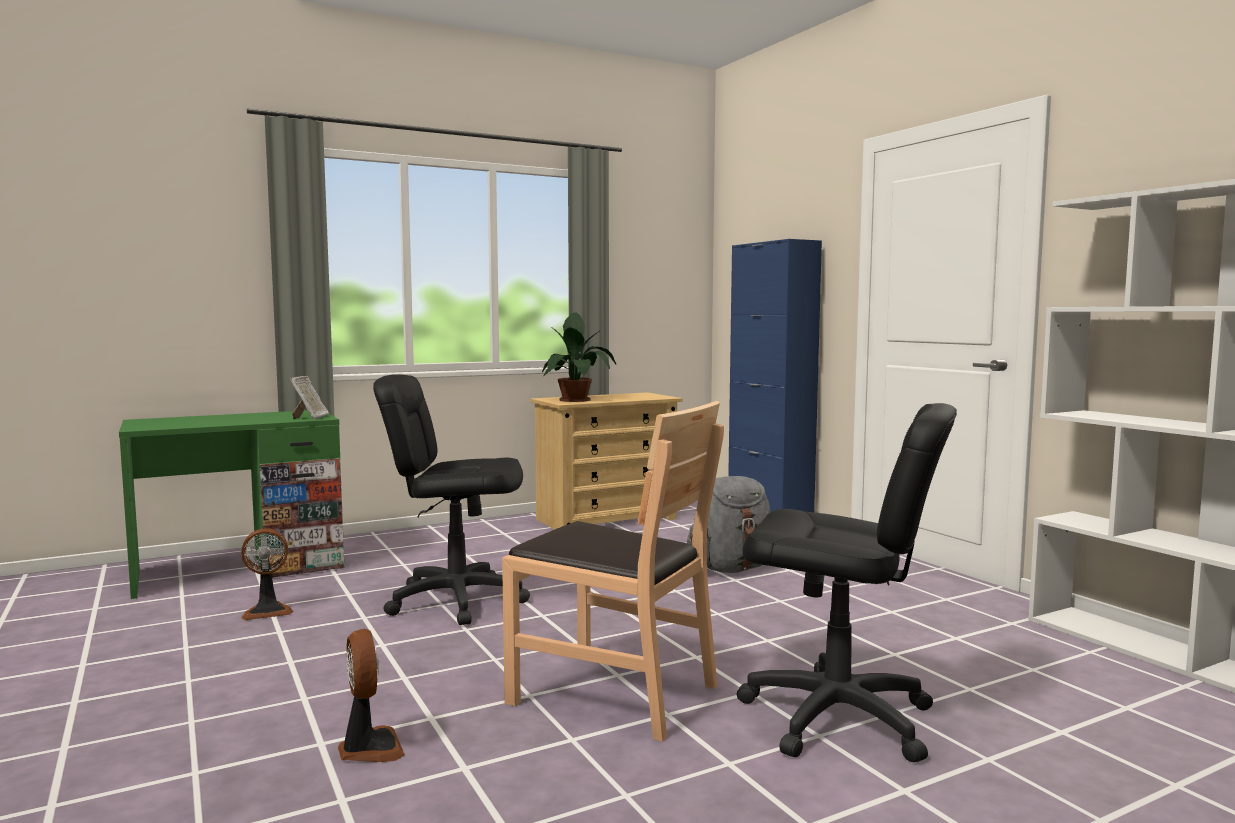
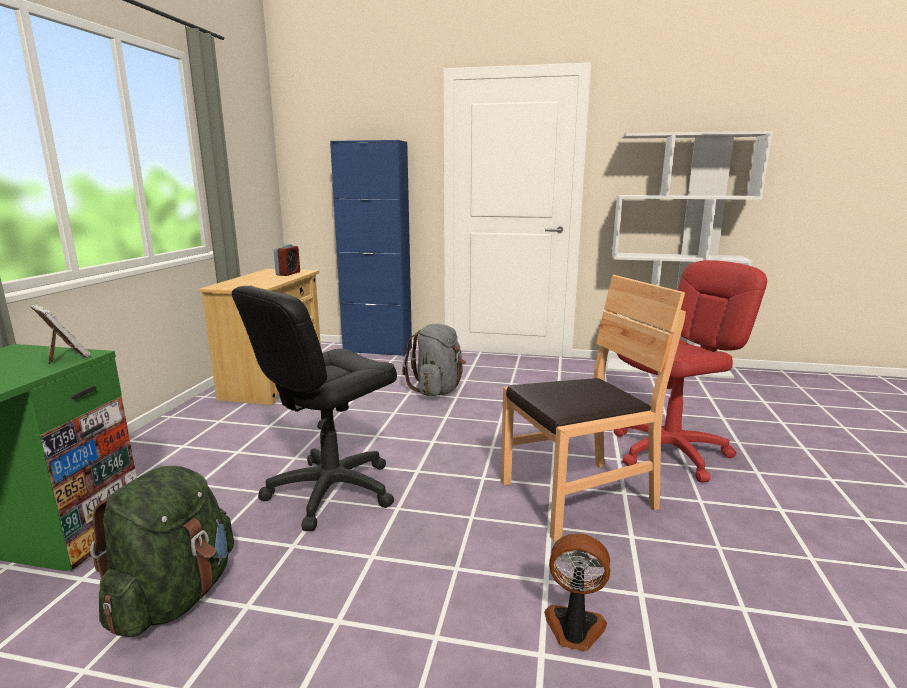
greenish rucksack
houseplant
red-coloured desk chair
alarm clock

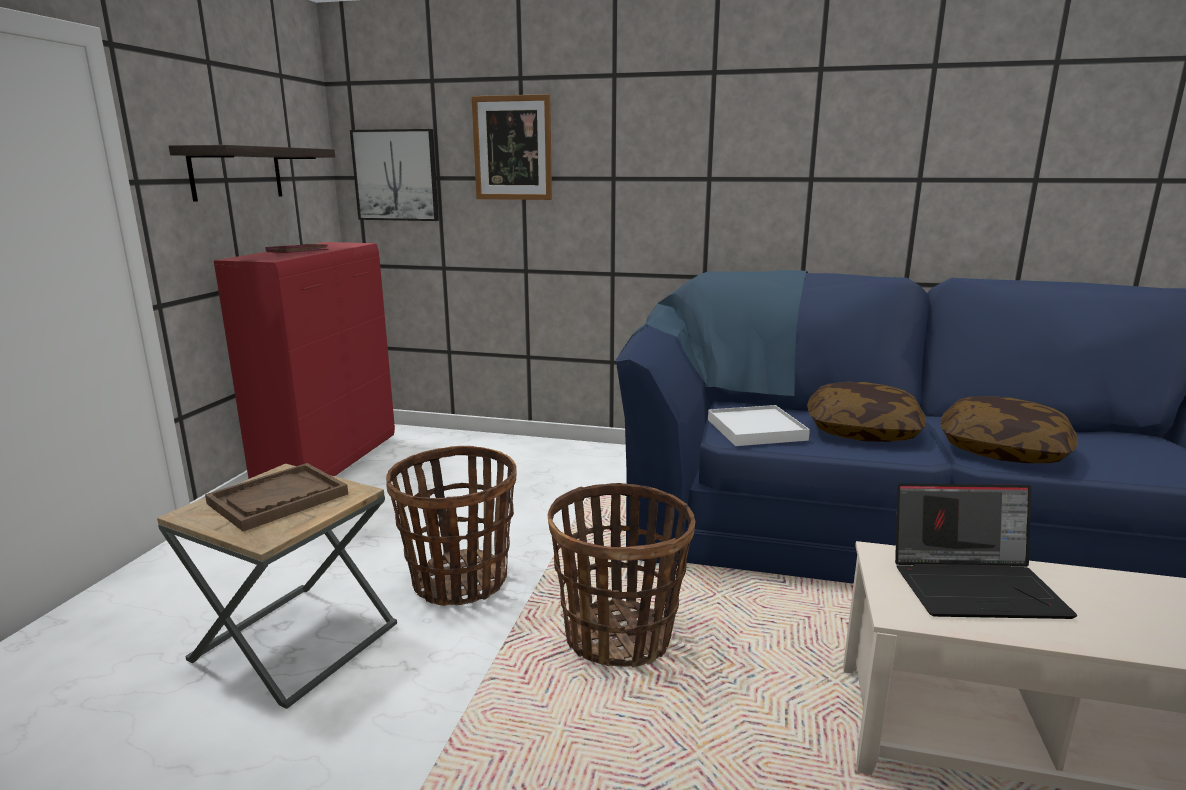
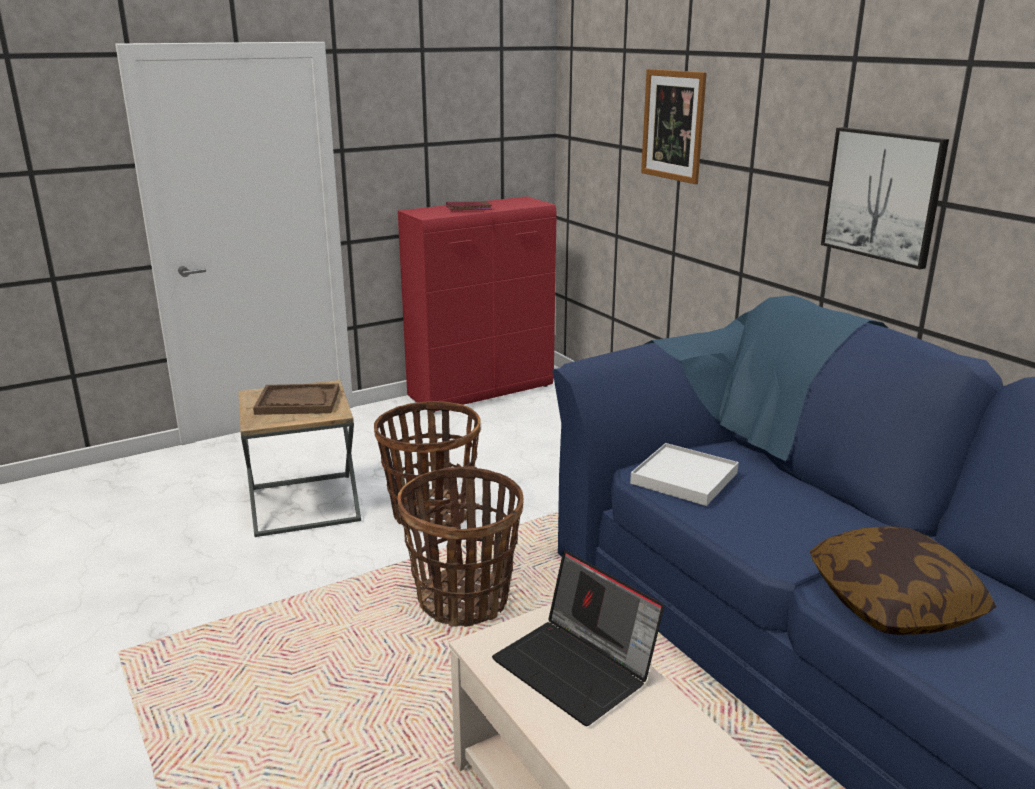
bracket shelf
picture (no. 2 from left)
pillow (no. 1 from left in the first image)

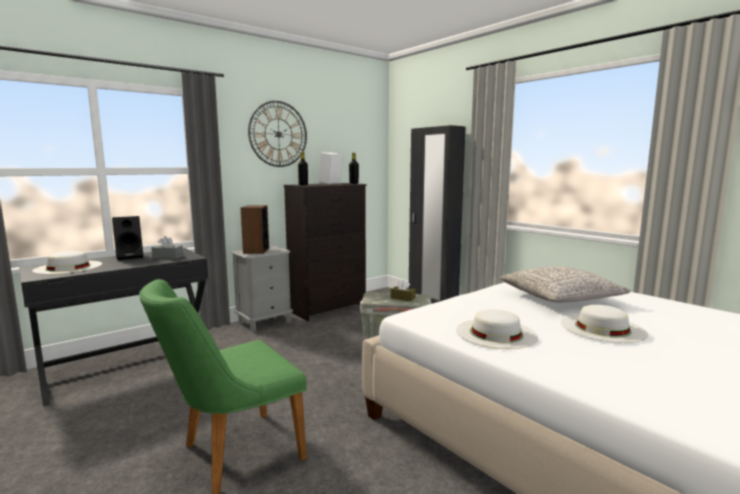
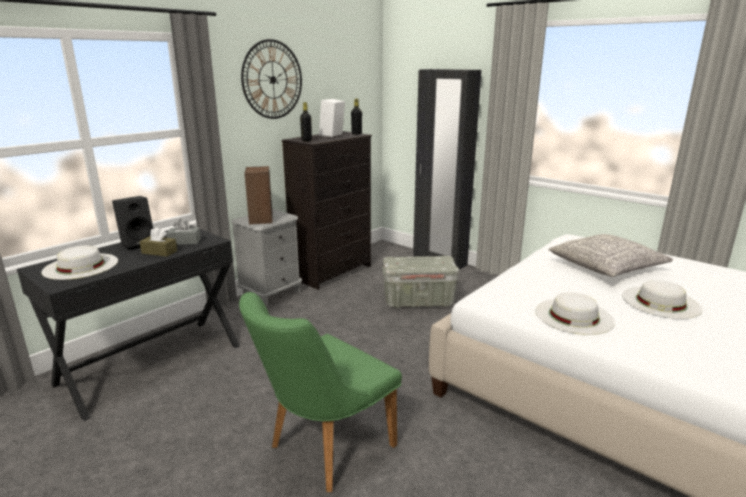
brownish tissue holder

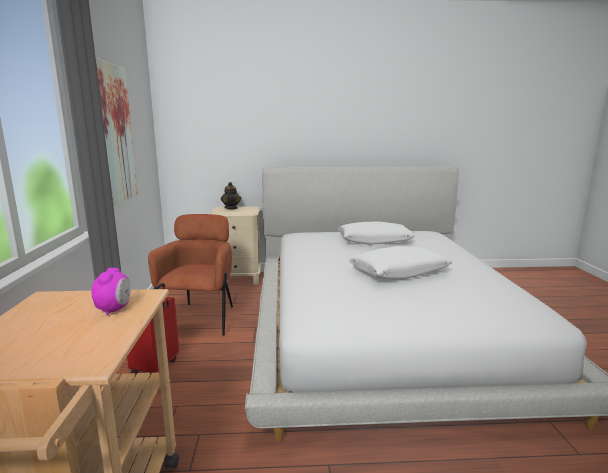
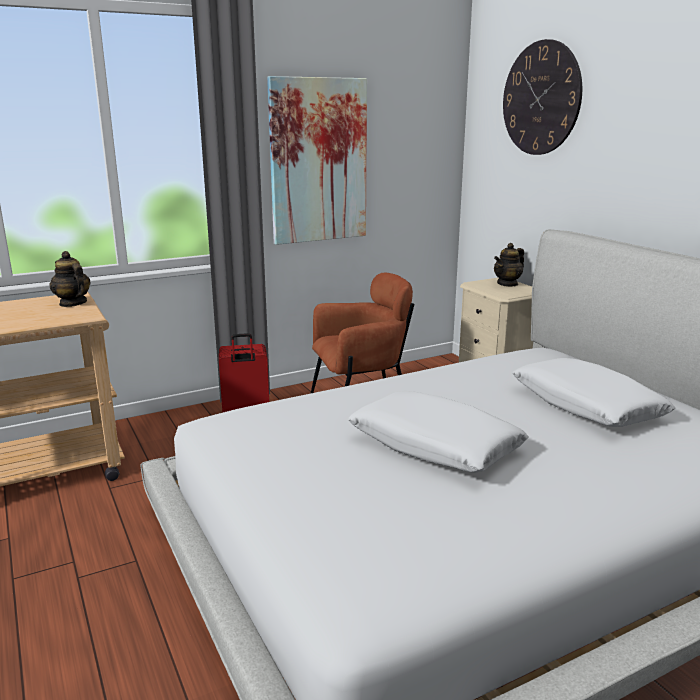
alarm clock
pot for tea (no. 1 from left)
wall clock

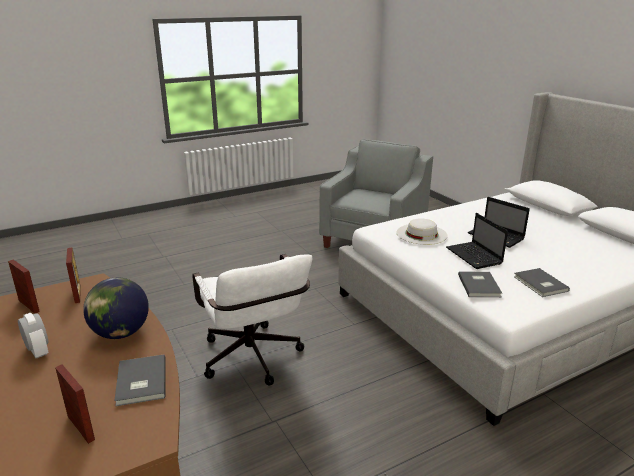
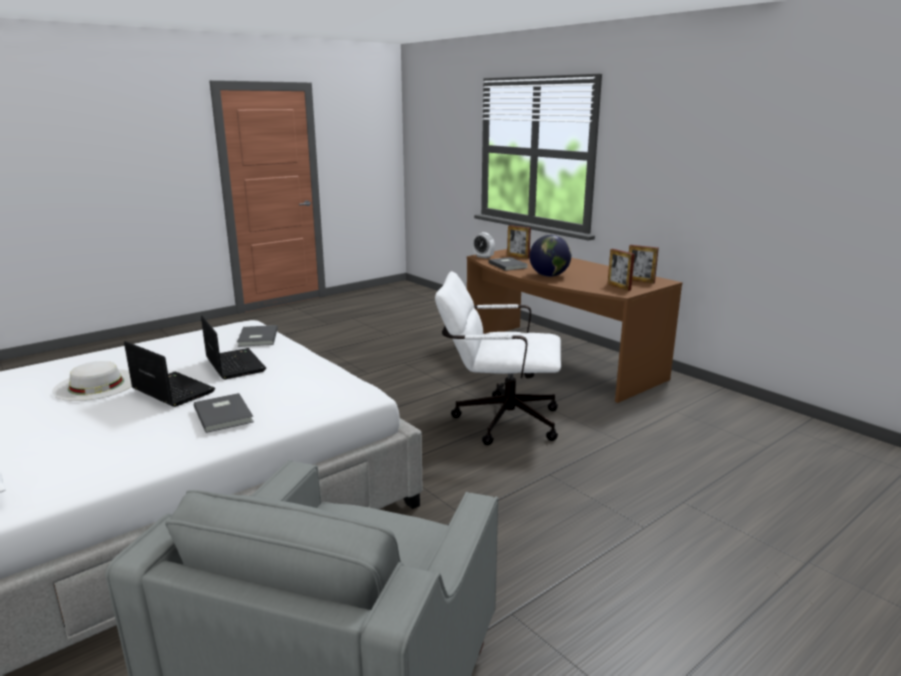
alarm clock
white desk chair
white hat
greyish volume (no. 1 from left)

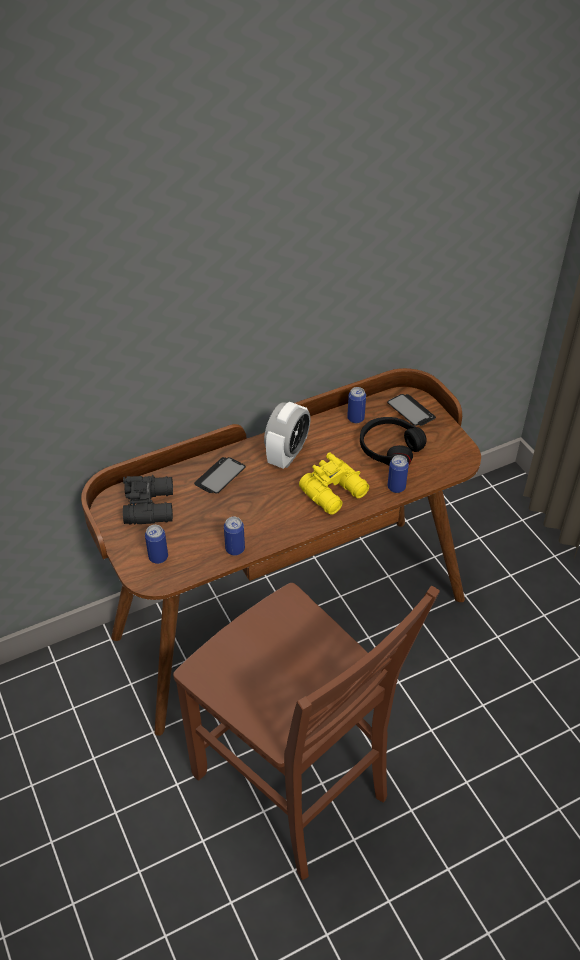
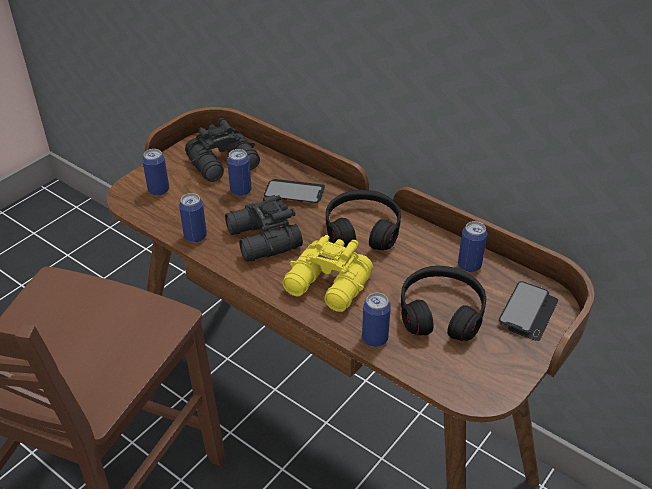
blackish pair of headphones (no. 1 from left)
blackish pair of binoculars (no. 2 from left)
metal can (no. 3 from left)

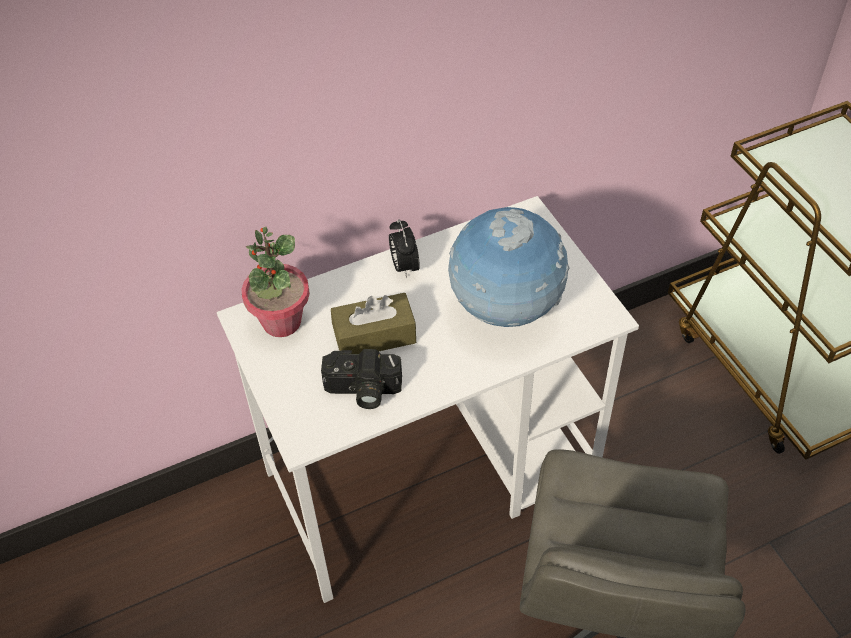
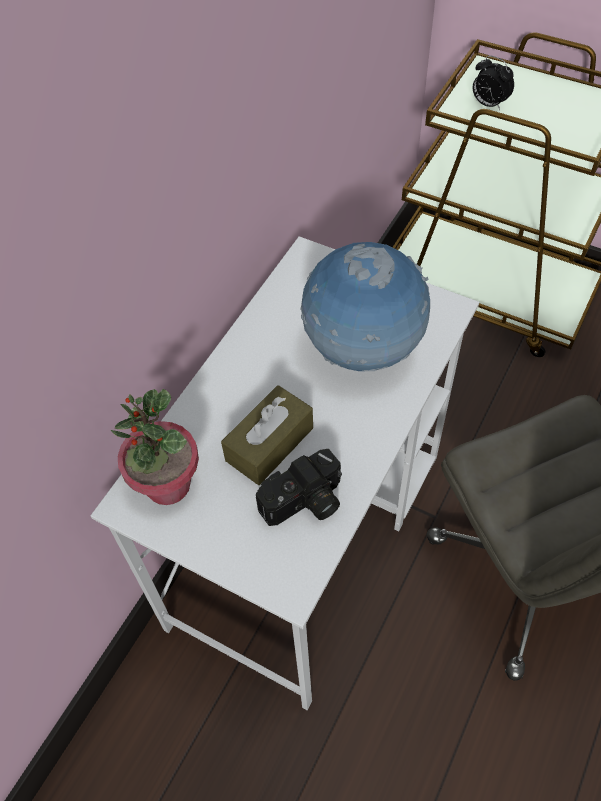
alarm clock

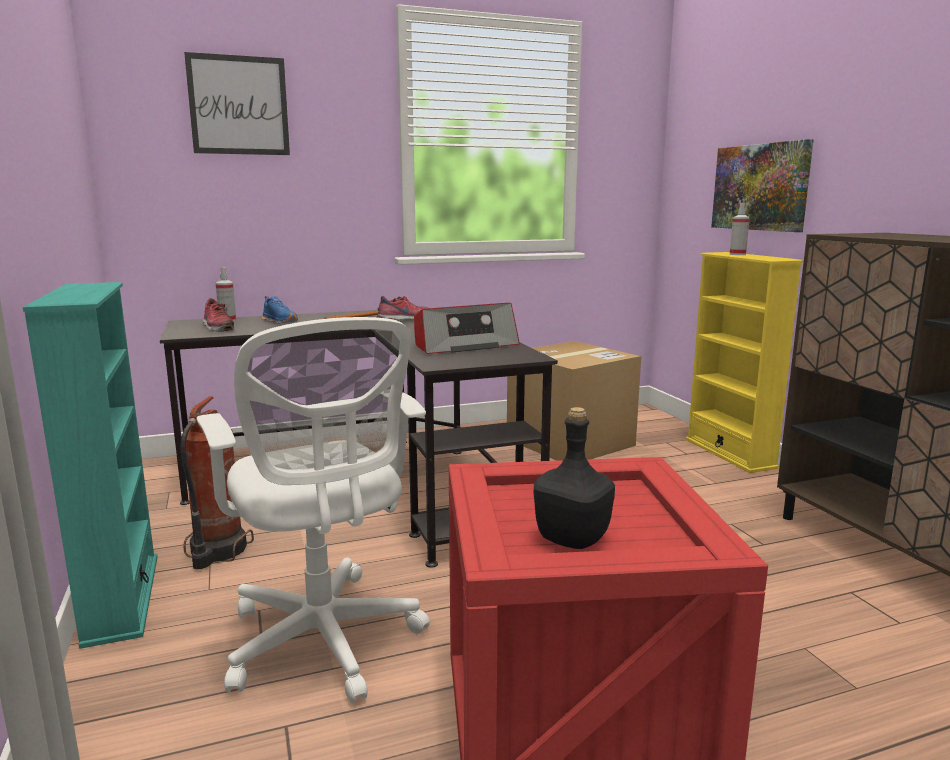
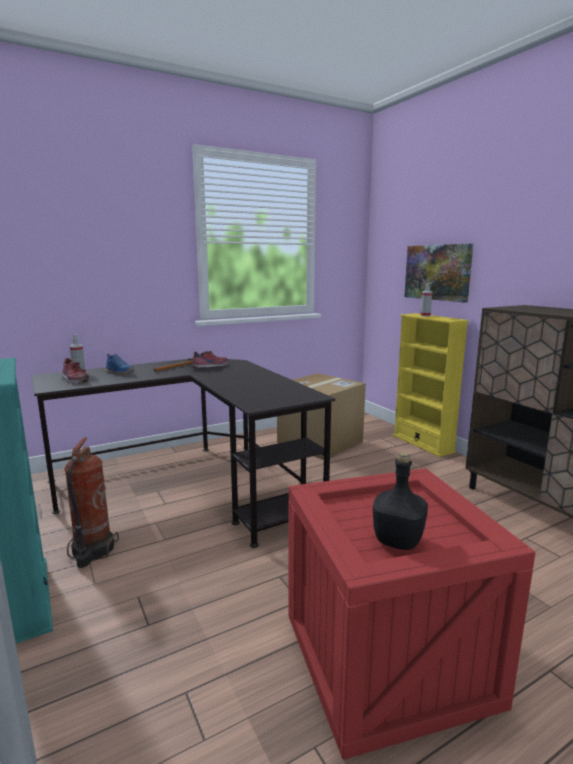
picture (no. 1 from left in the first image)
white desk chair
radio receiver

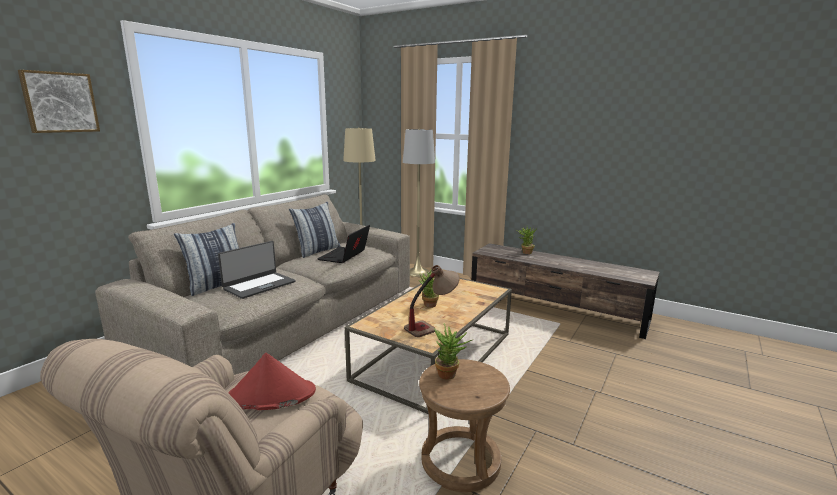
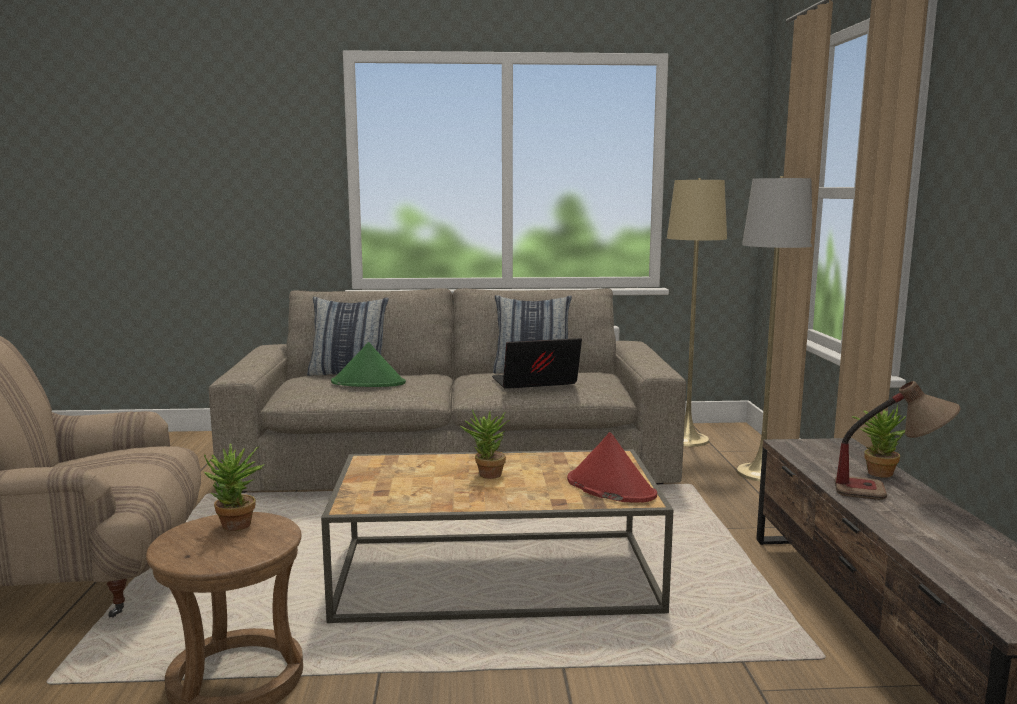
picture
greenish hat
red-coloured hat
lamp for a table

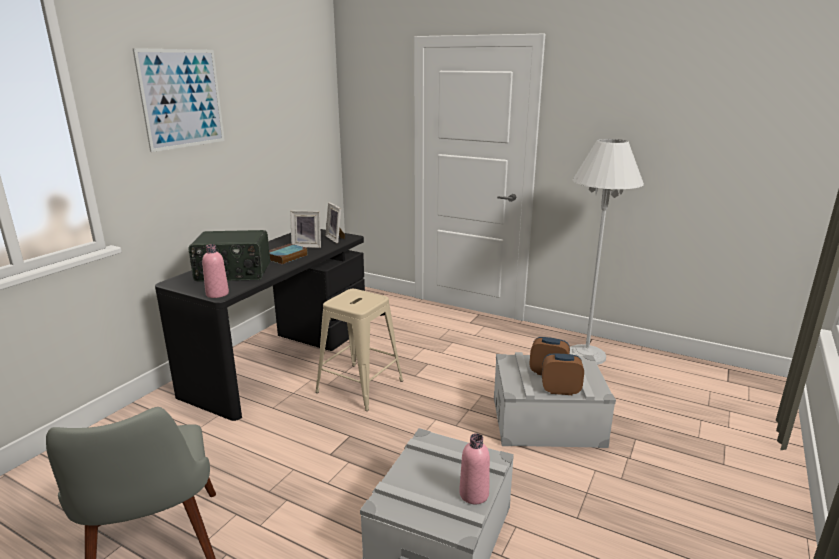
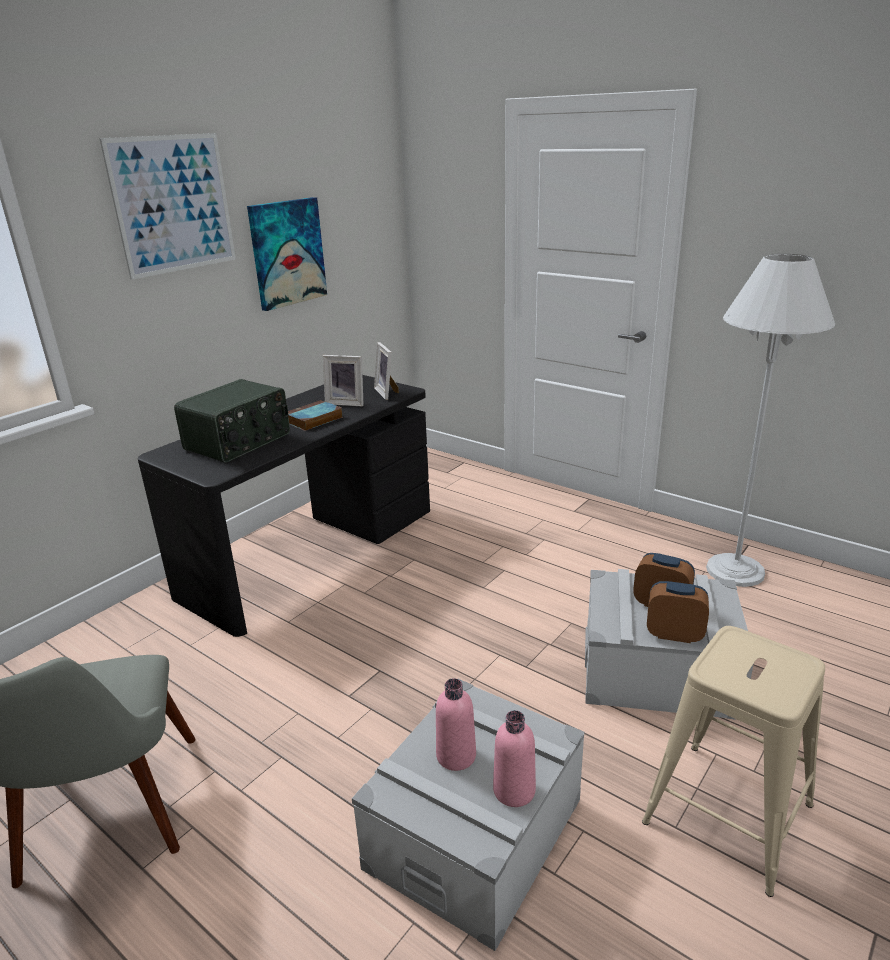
radio receiver
pink drink bottle (no. 1 from left)
beige stool seat
picture (no. 2 from left)

